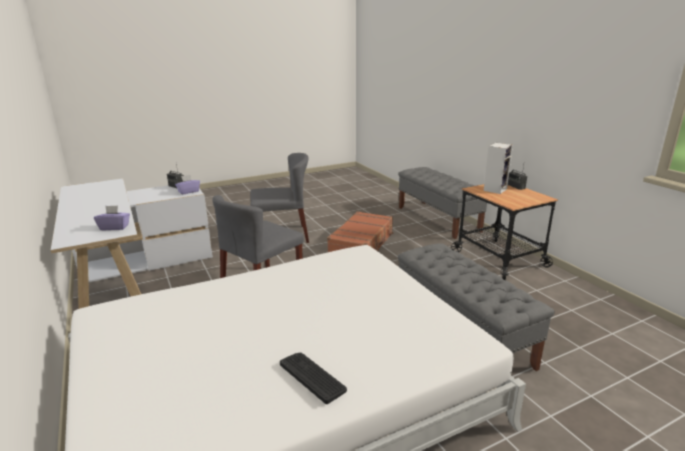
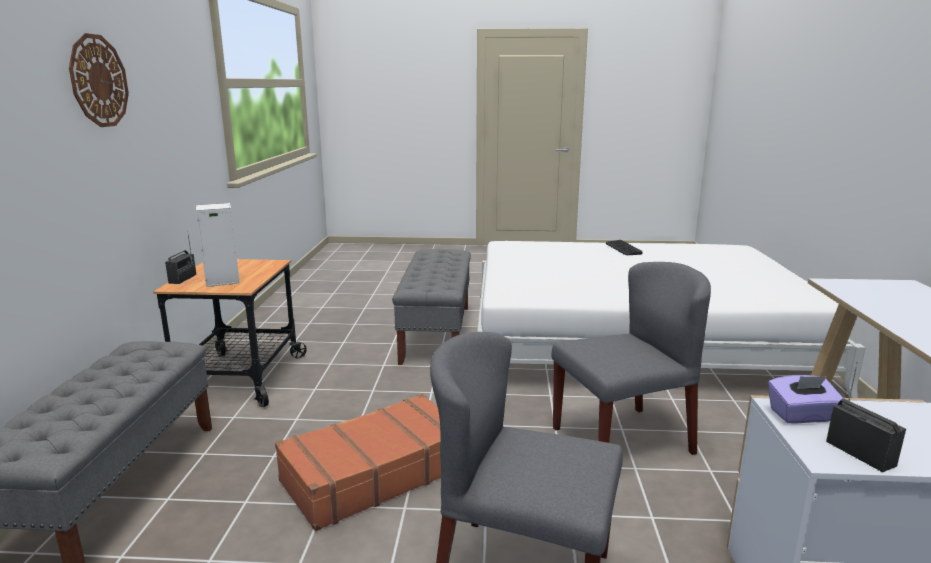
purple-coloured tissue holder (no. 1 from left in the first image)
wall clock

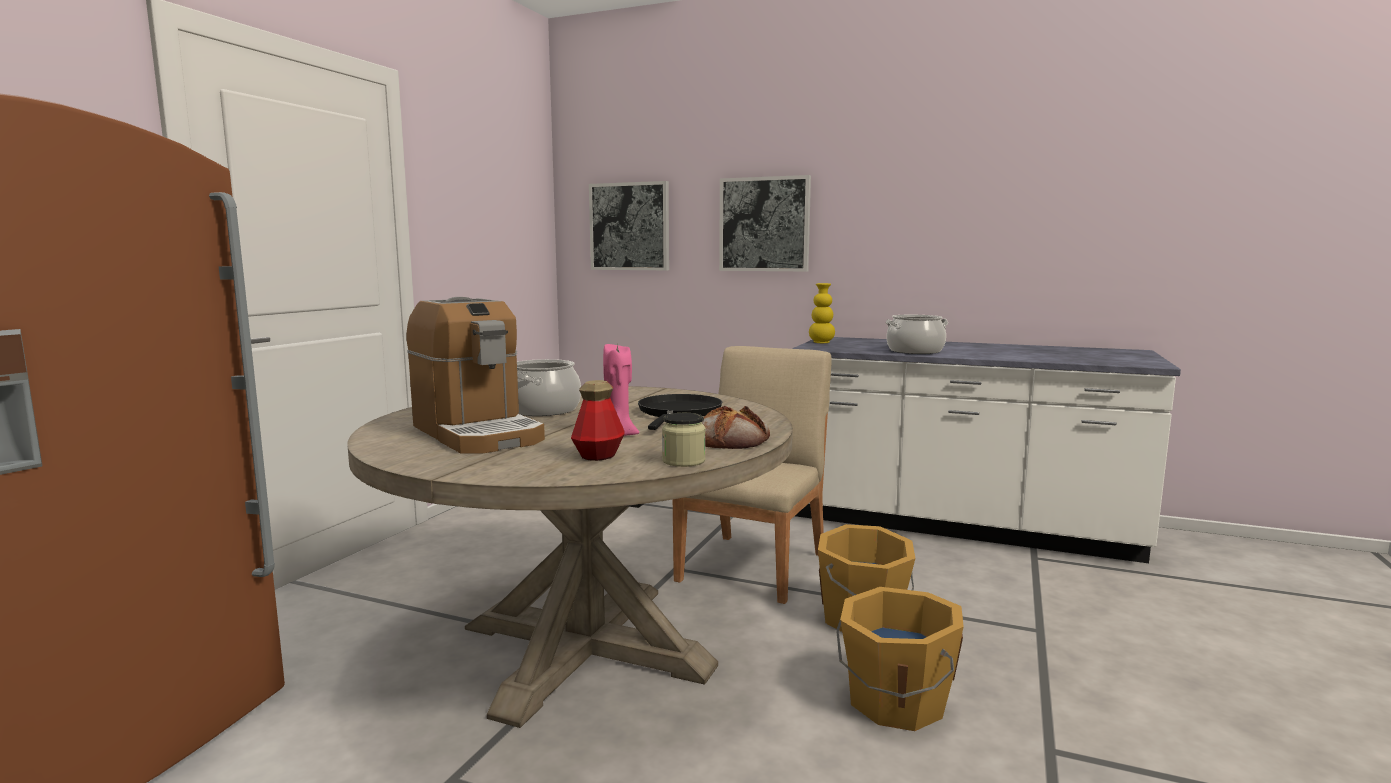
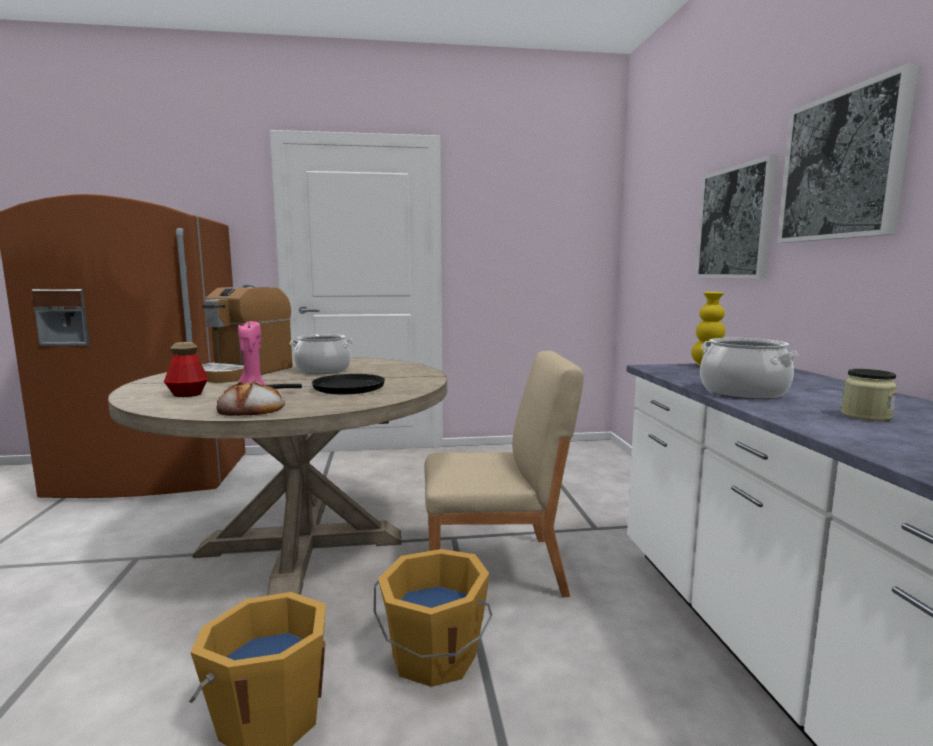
picture (no. 2 from left)
jar

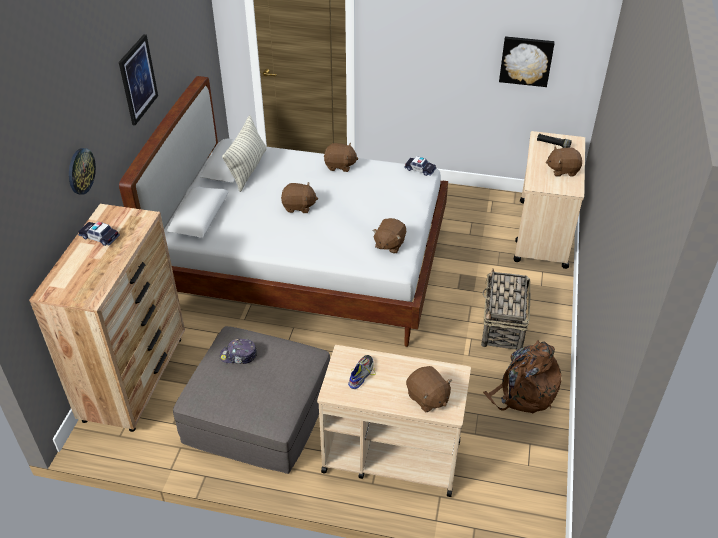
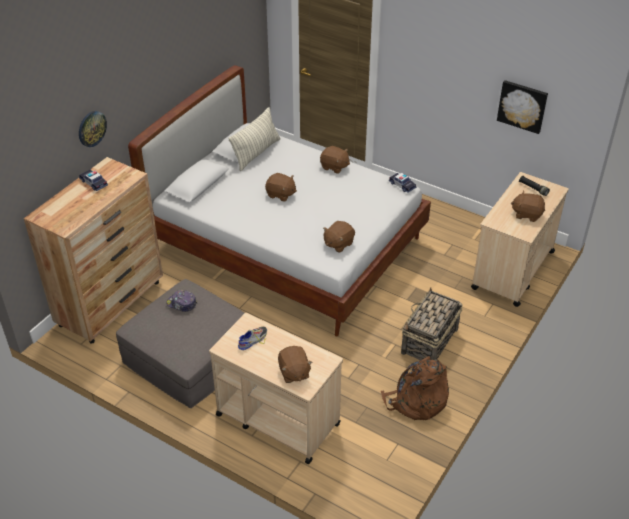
picture (no. 1 from left in the first image)

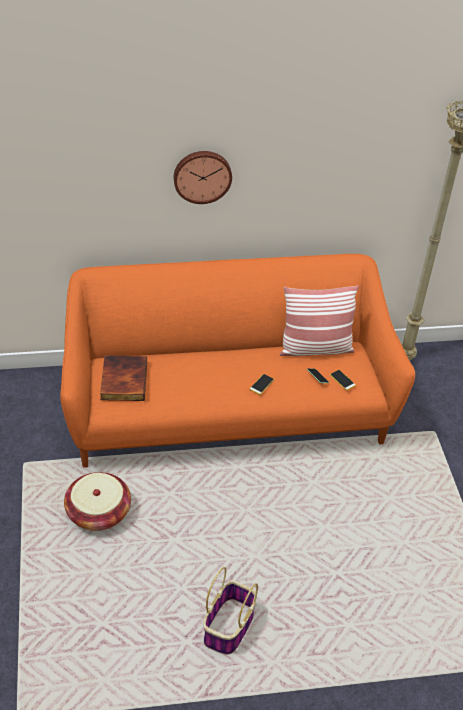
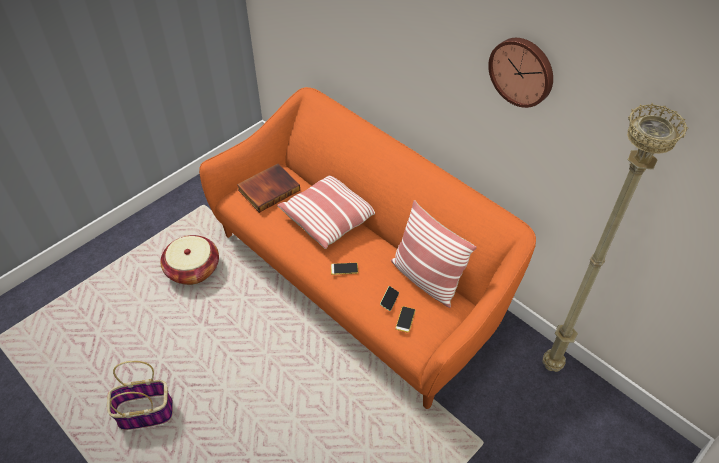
wall clock
pillow (no. 1 from left)

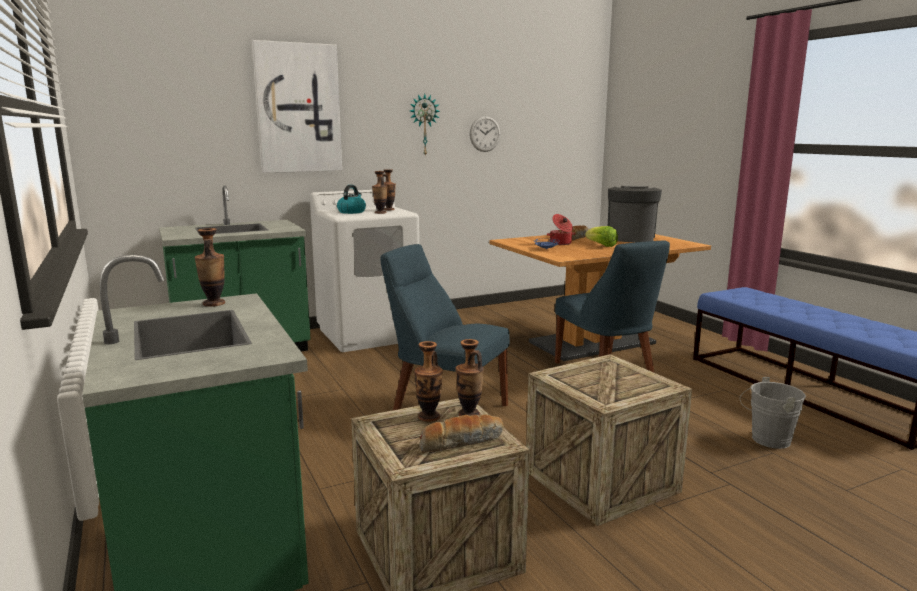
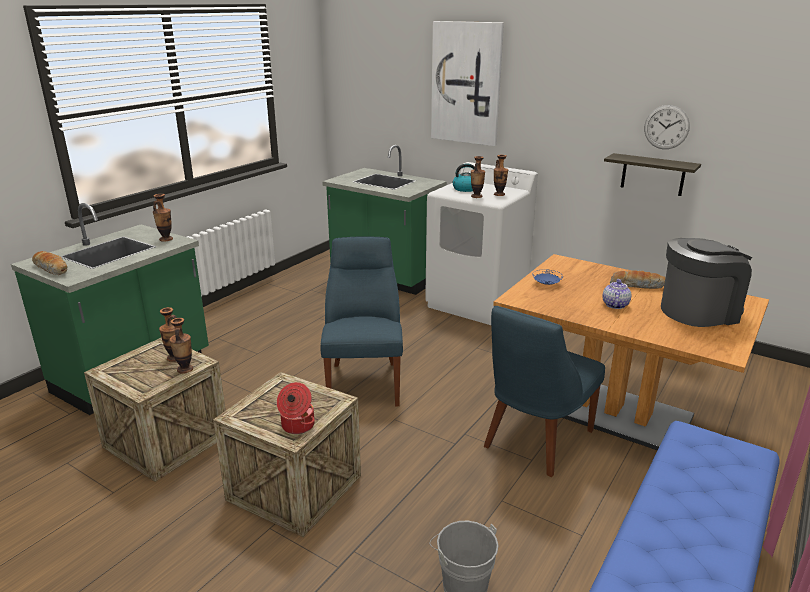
wall clock (no. 1 from left in the first image)
bread (no. 1 from left)
cooking pot
pot for tea
bracket shelf

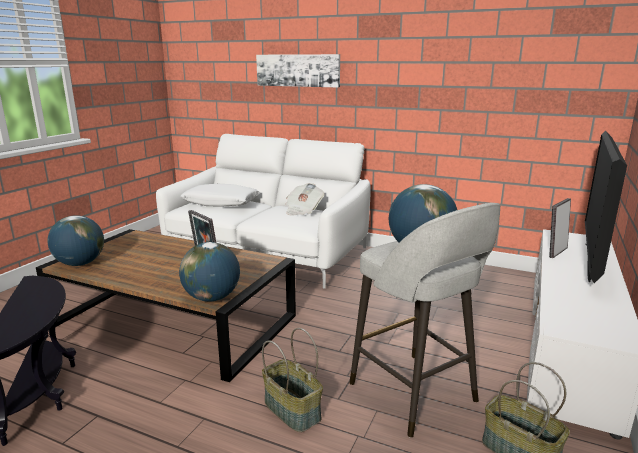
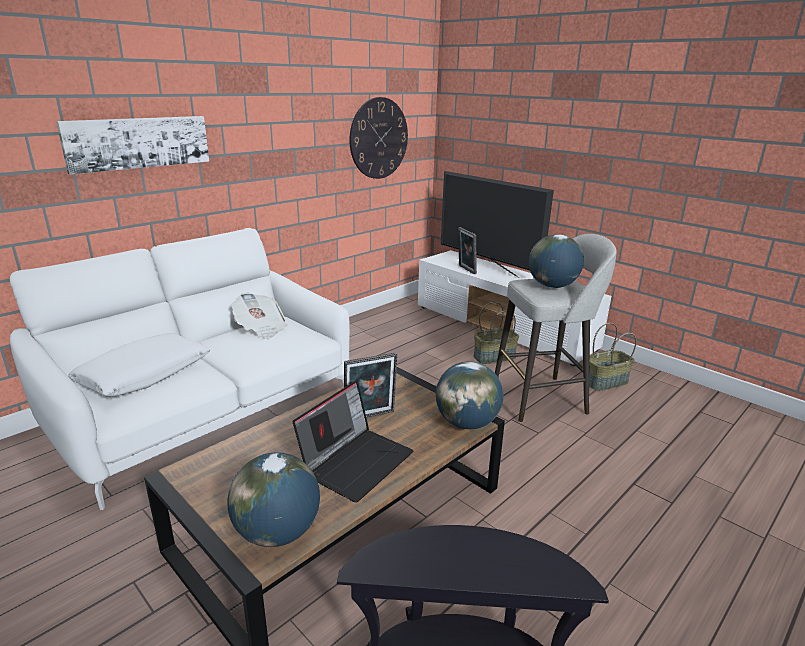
basket (no. 1 from left)
portable computer
wall clock

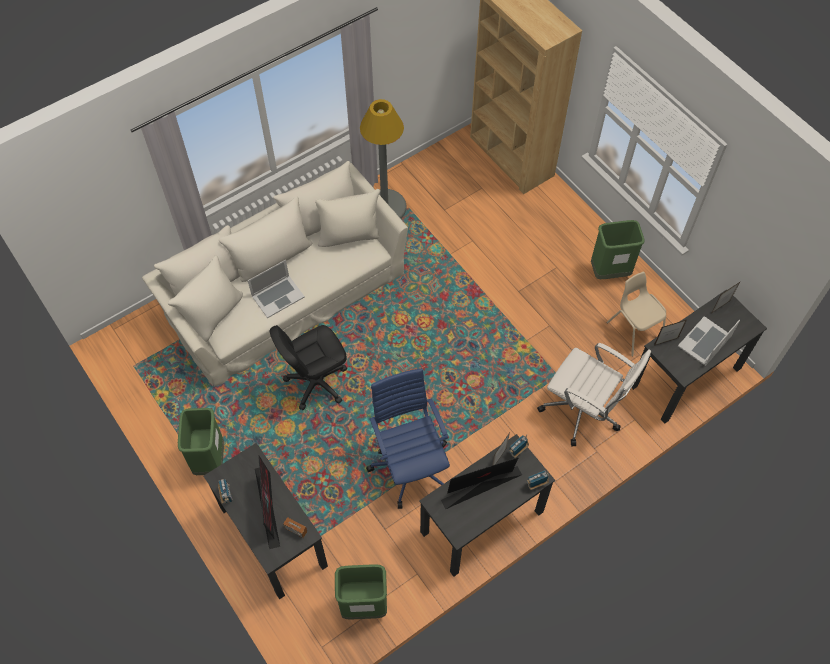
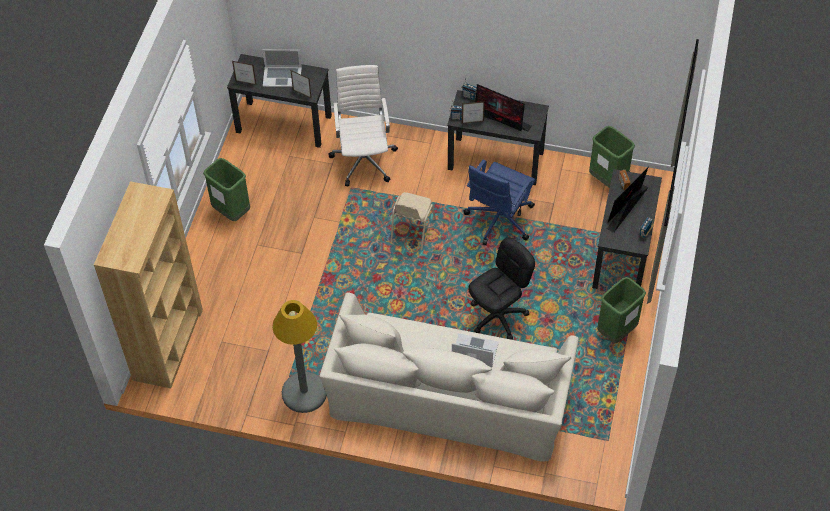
blackish desk chair
beige plain chair

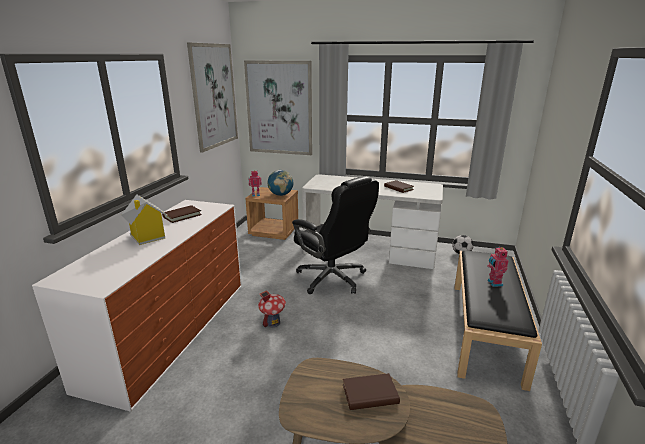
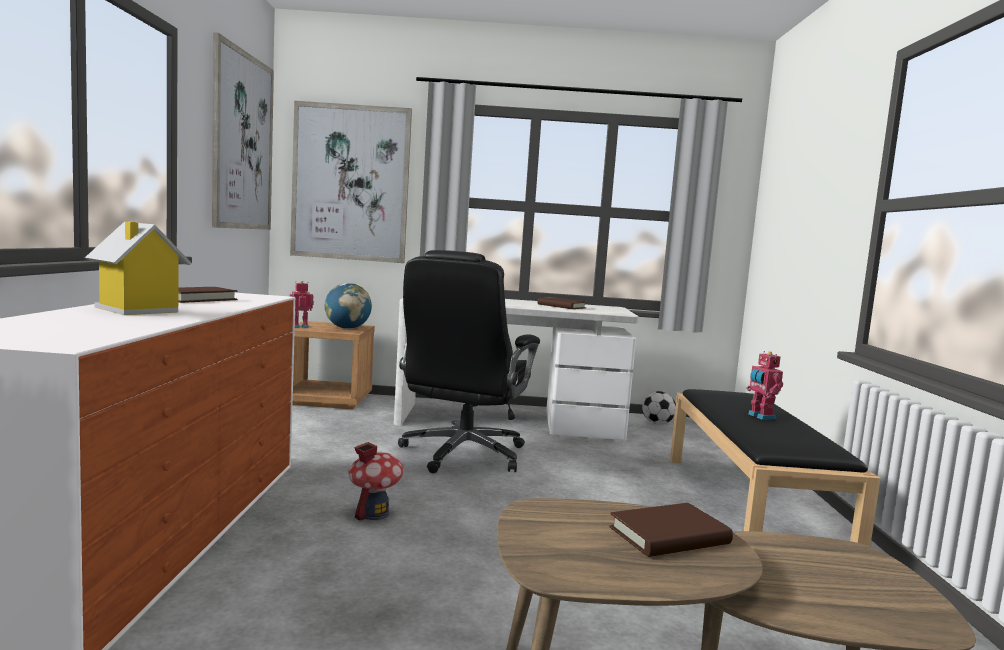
blackish desk chair

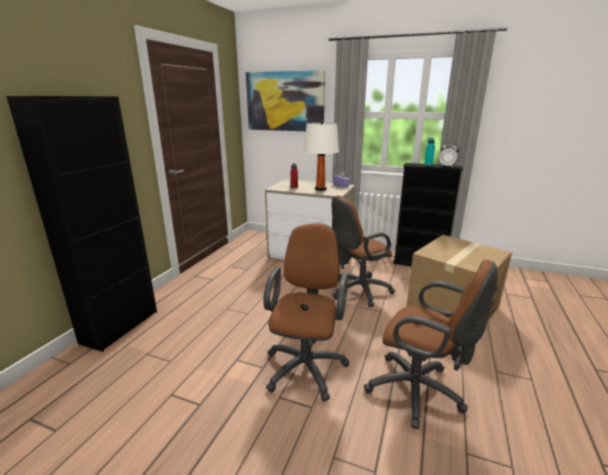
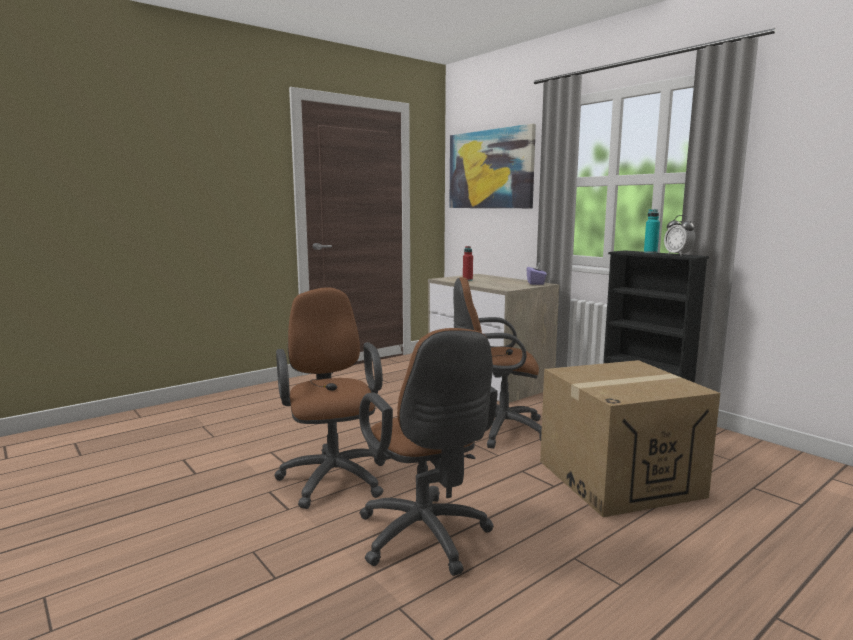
blackish cabinet
brownish desk chair (no. 1 from left)
white lamp for a table

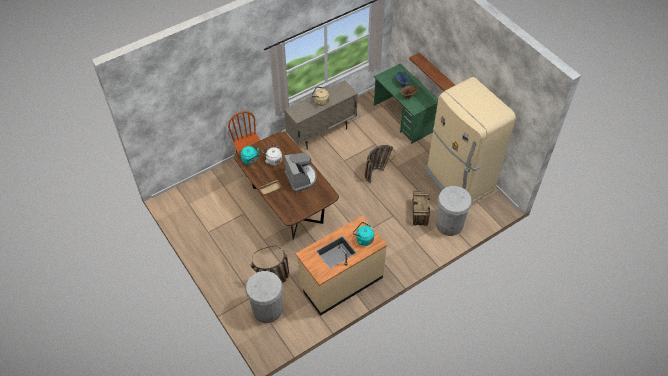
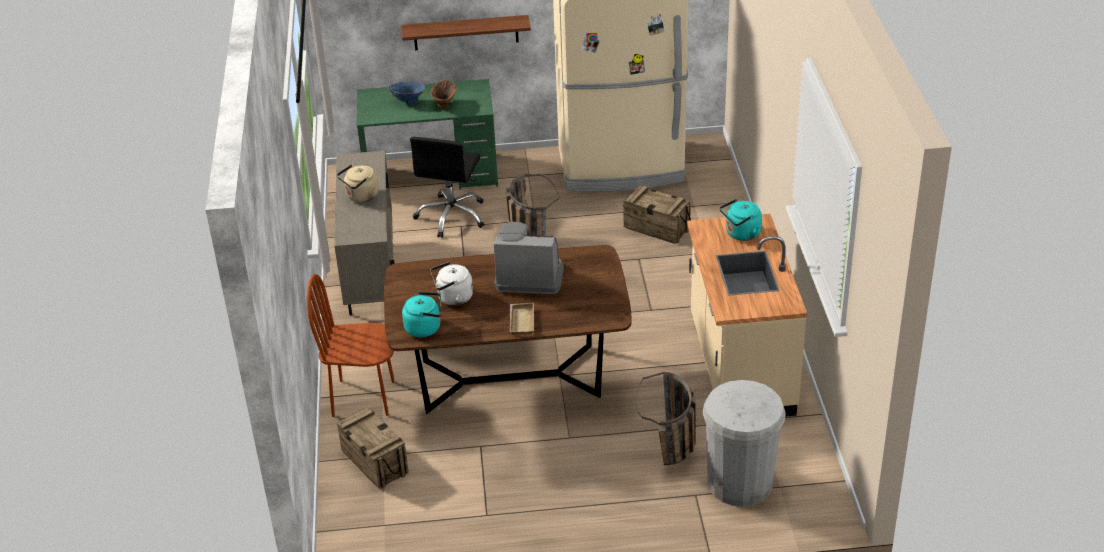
white rubbish bin (no. 2 from left in the first image)
packing crate (no. 1 from left)
blackish desk chair

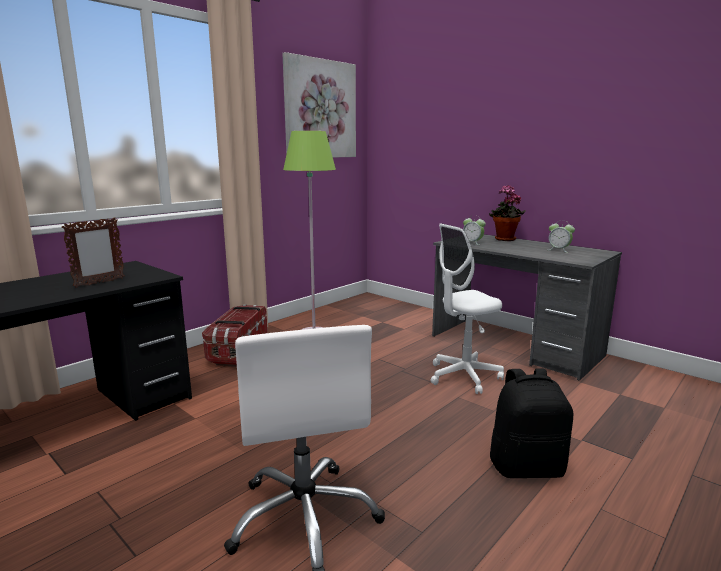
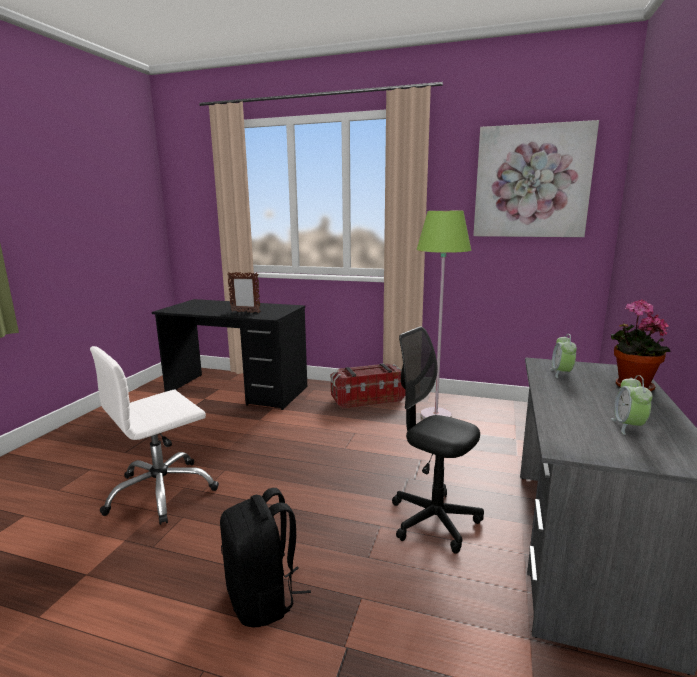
blackish desk chair

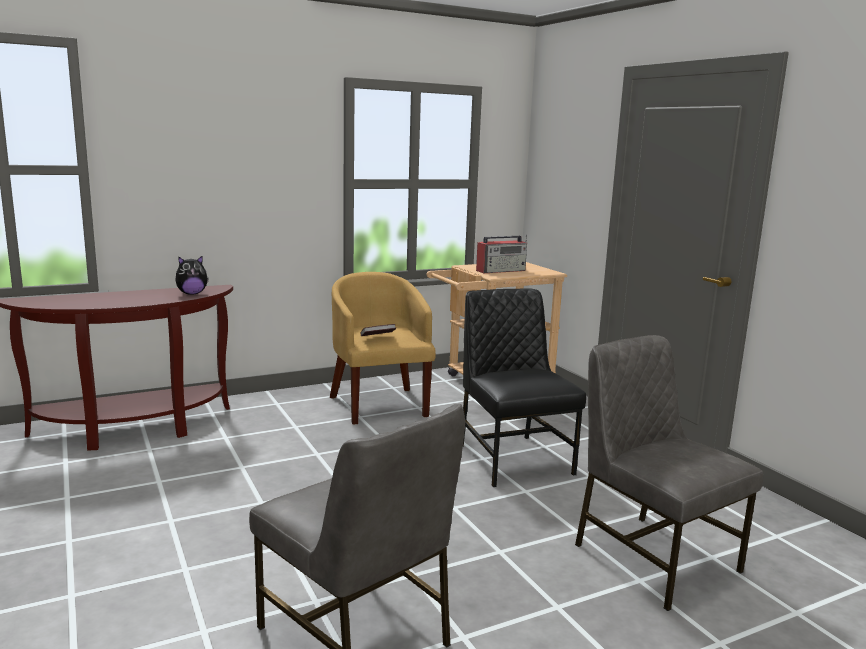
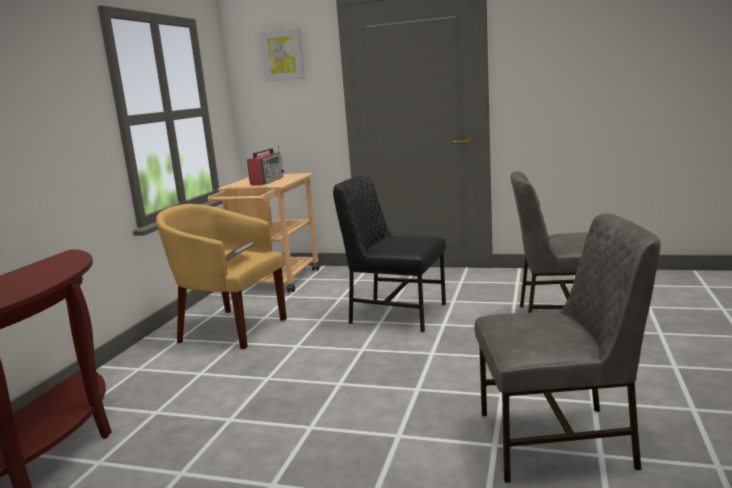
cuddly toy
picture

